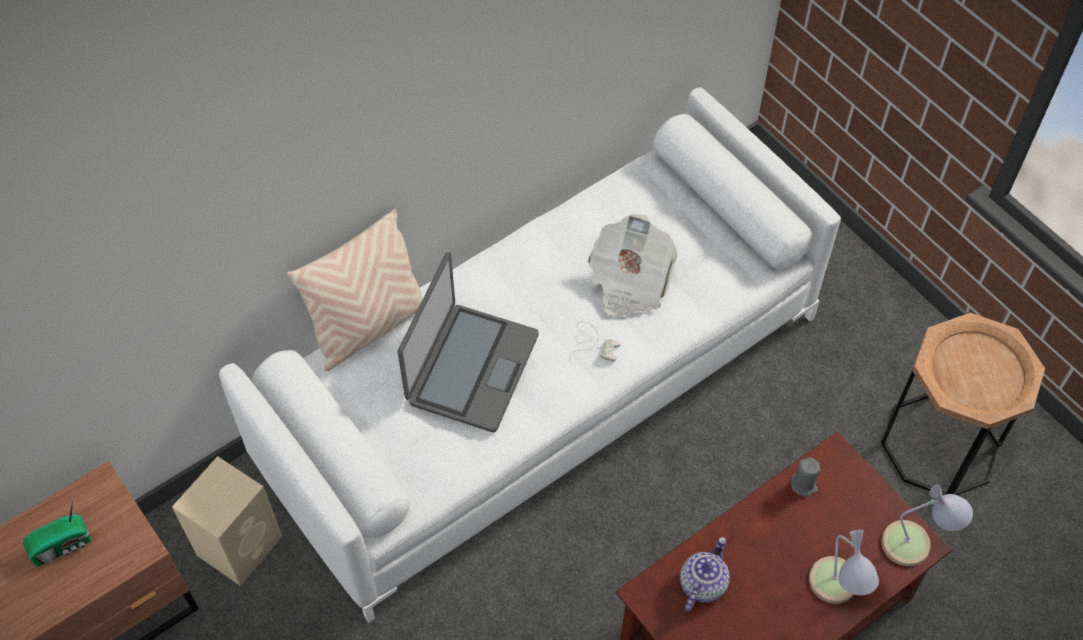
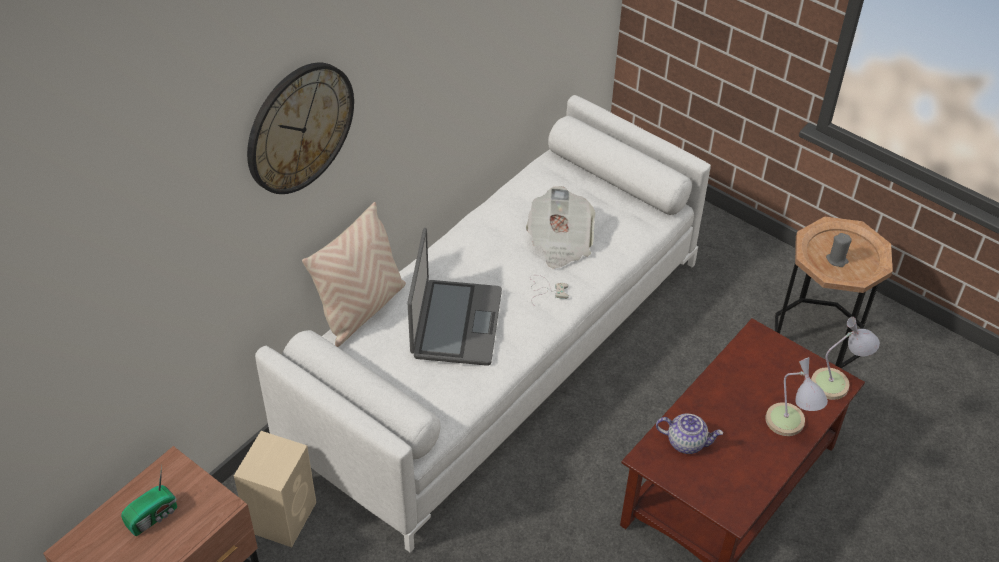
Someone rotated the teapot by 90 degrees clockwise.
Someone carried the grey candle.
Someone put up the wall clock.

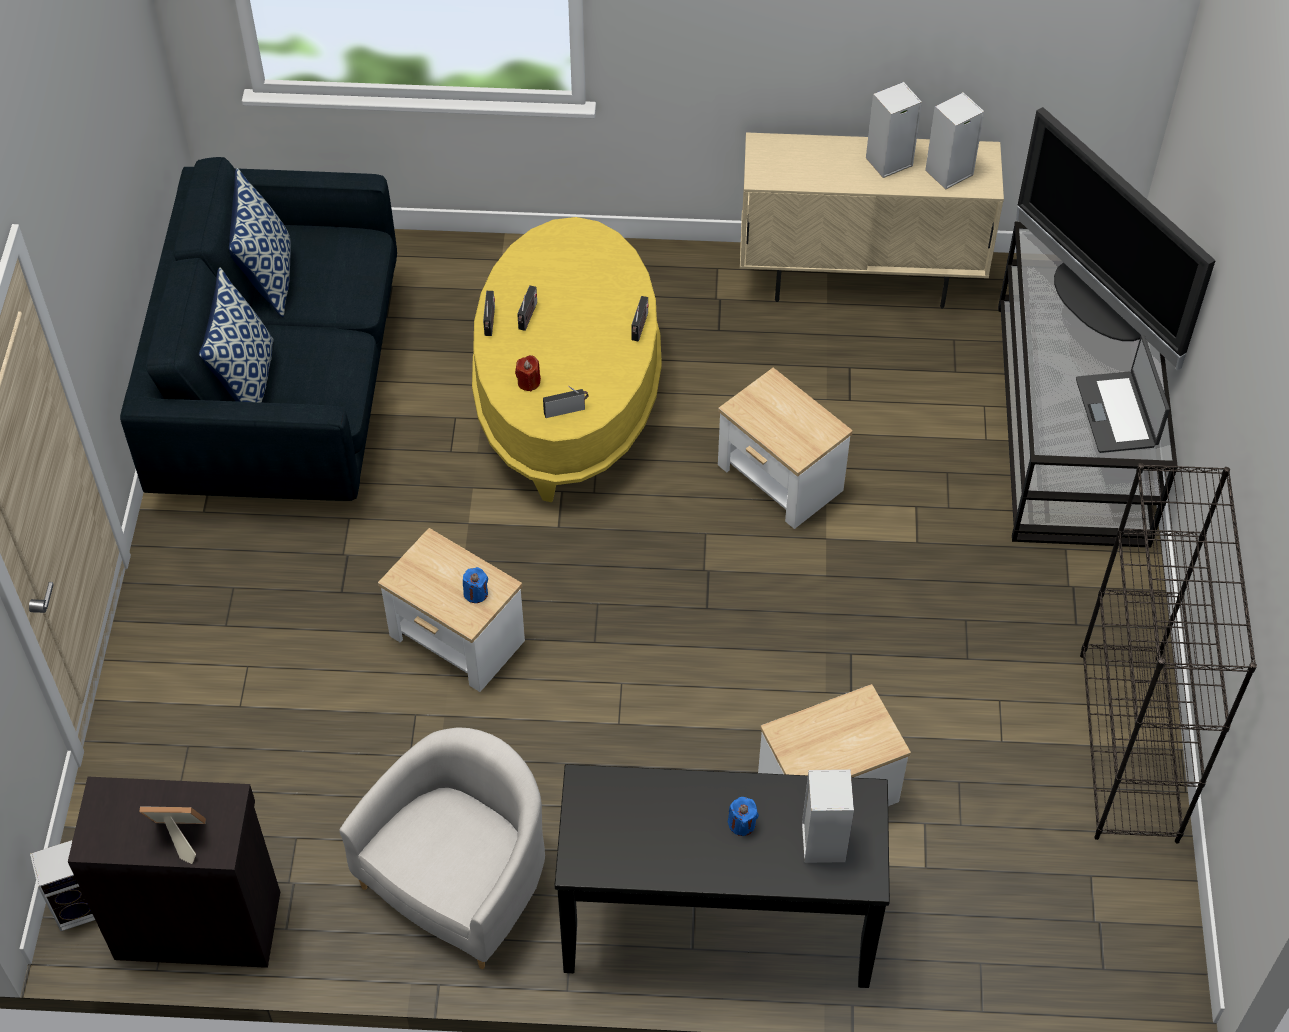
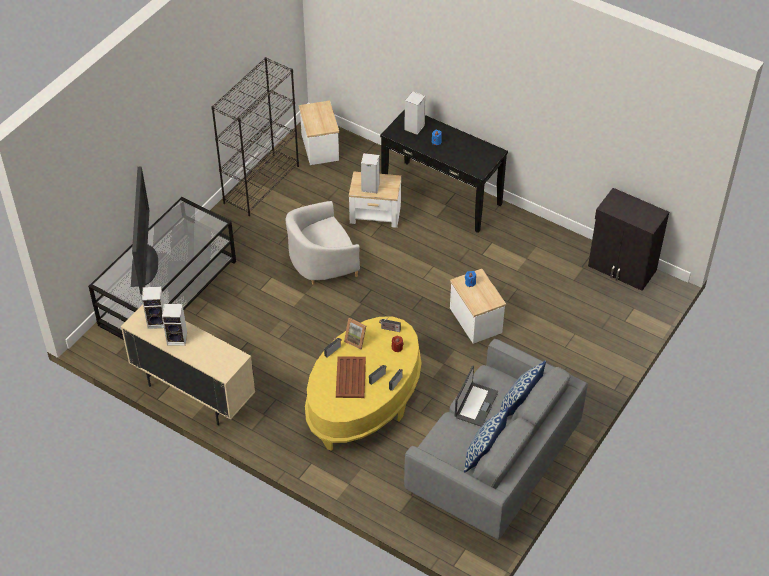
Someone carried the speaker (no. 1 from left in the first image).
Someone repainted the blue sofa, which became the grey sofa.
Someone carried the picture frame.
Someone carried the white armchair.
Someone carried the side table (no. 2 from left in the first image).
Someone carried the laptop.
Someone put down the brown tray.

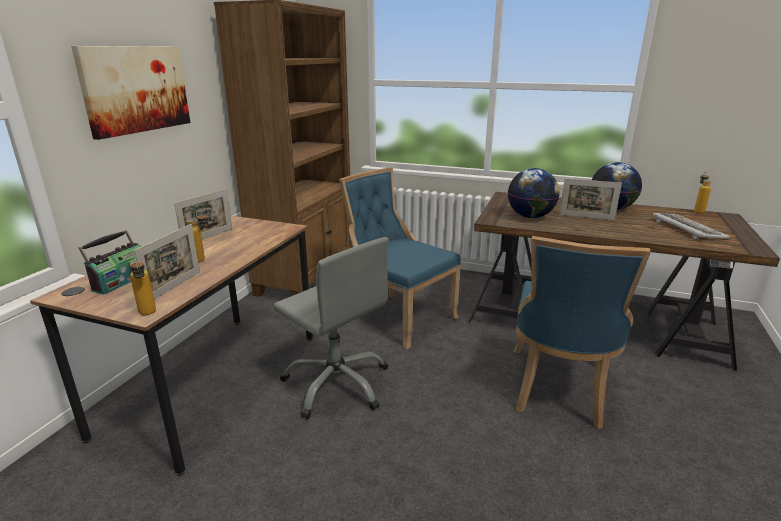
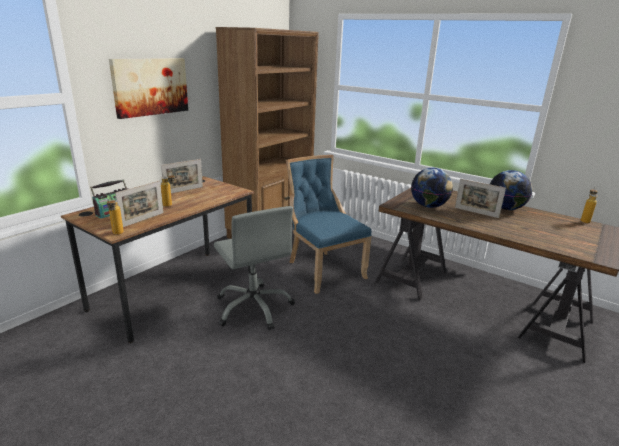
Someone took away the blue chair (no. 2 from left).
Someone took away the keyboard.

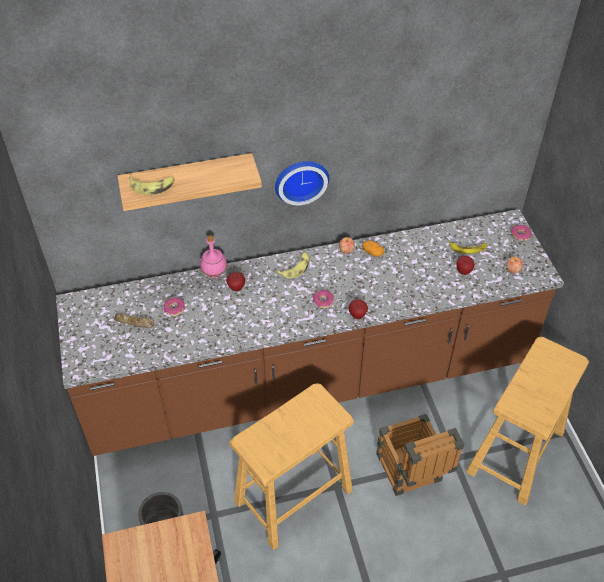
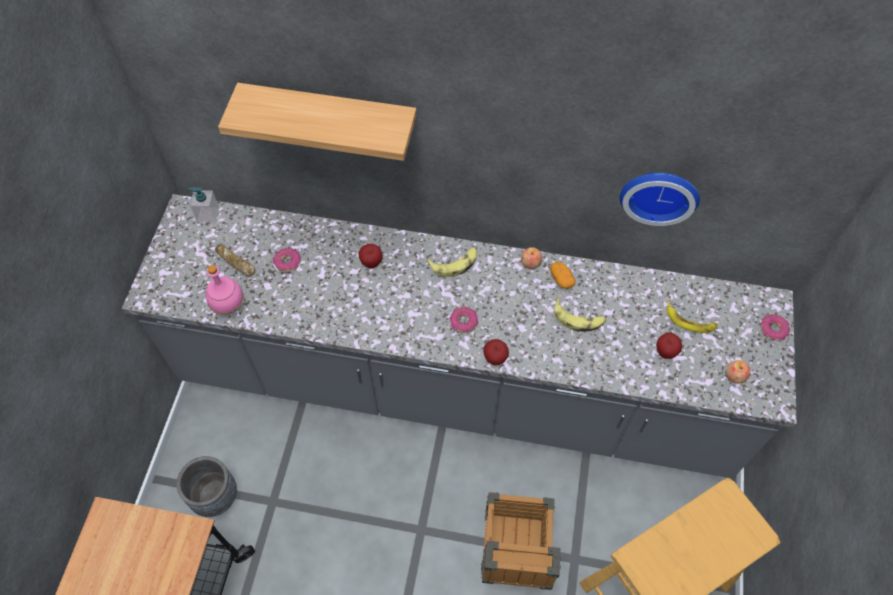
Someone repainted the brown counter, which became the grey counter.
Someone carried the banana (no. 1 from left in the first image).
Someone carried the pink bottle.
Someone took away the beige stool (no. 1 from left).
Someone carried the wall clock.
Someone put down the soap dispenser.

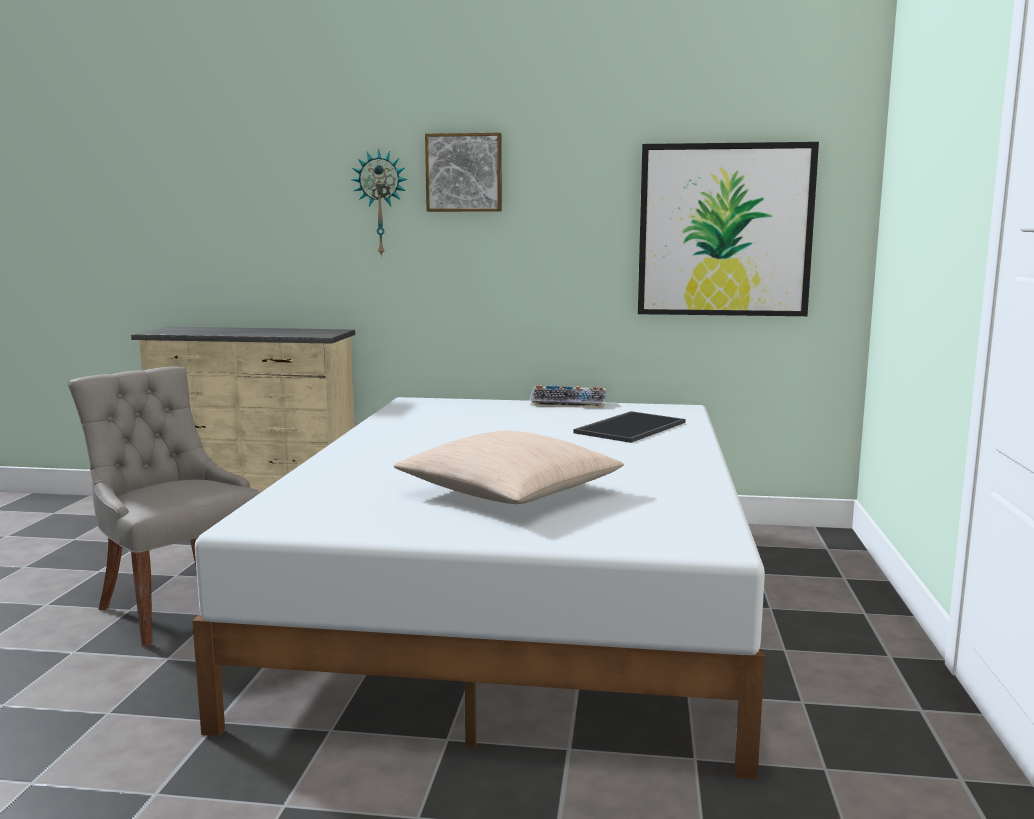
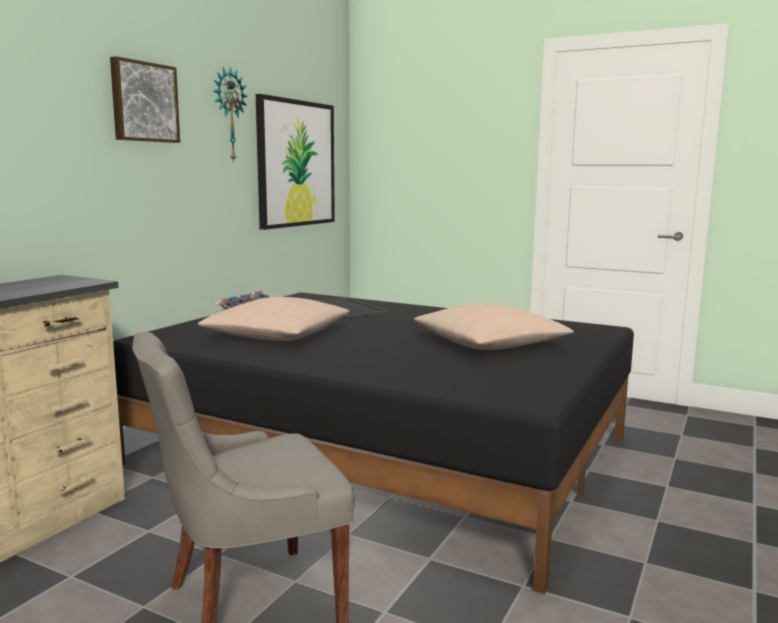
Someone repainted the white bed, which became the black bed.
Someone carried the wall clock.
Someone put down the beige pillow (no. 1 from left).

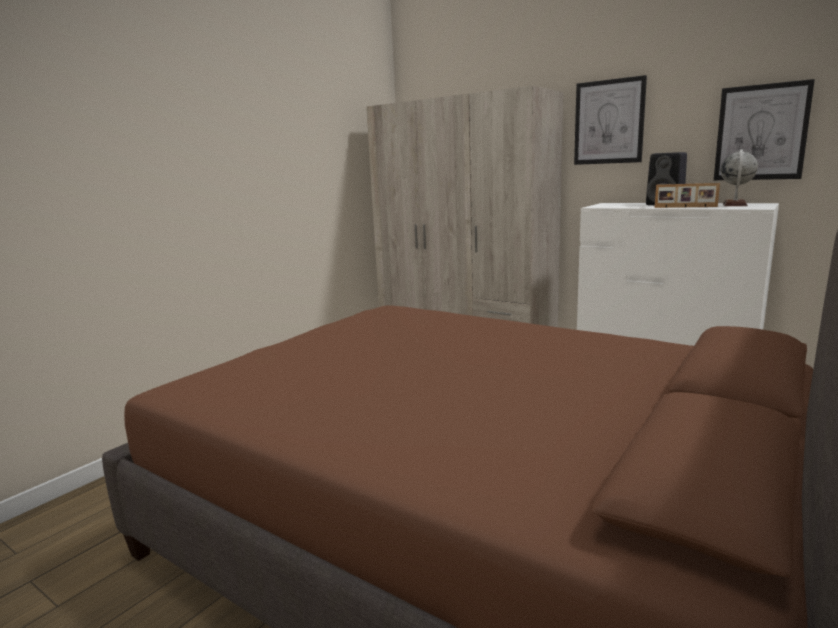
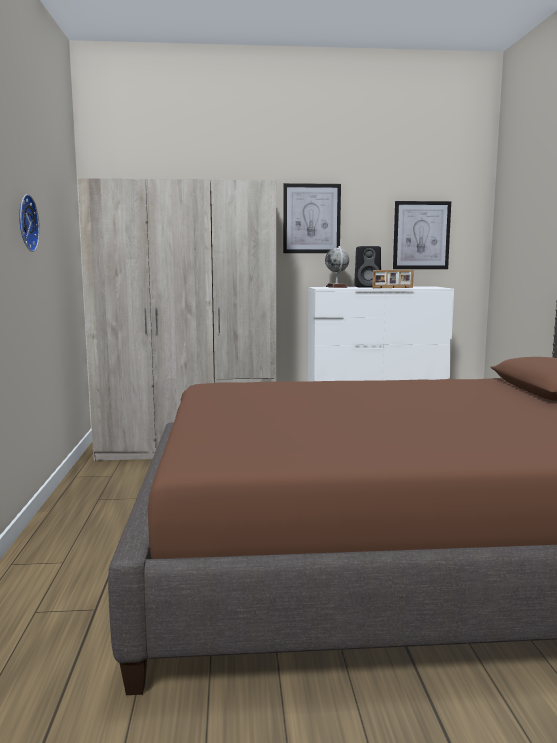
Someone carried the globe.
Someone put up the wall clock.

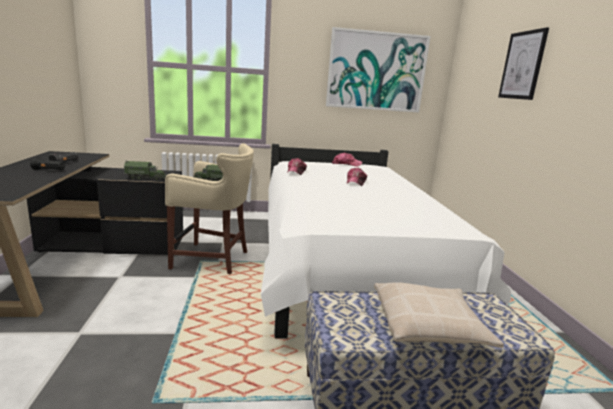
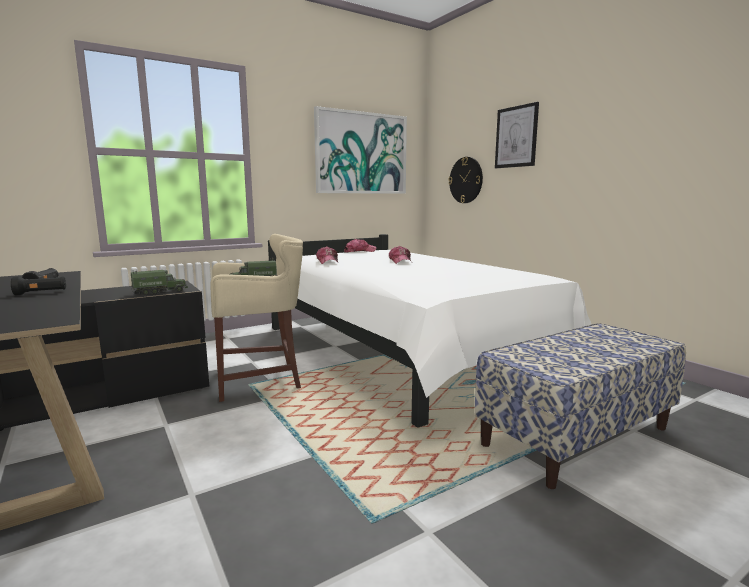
Someone took away the beige pillow.
Someone put up the wall clock.

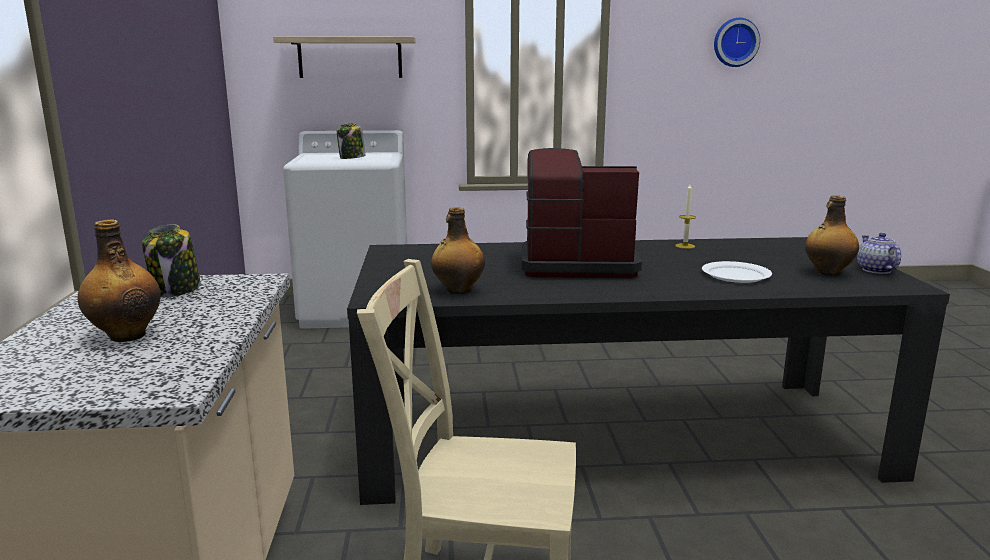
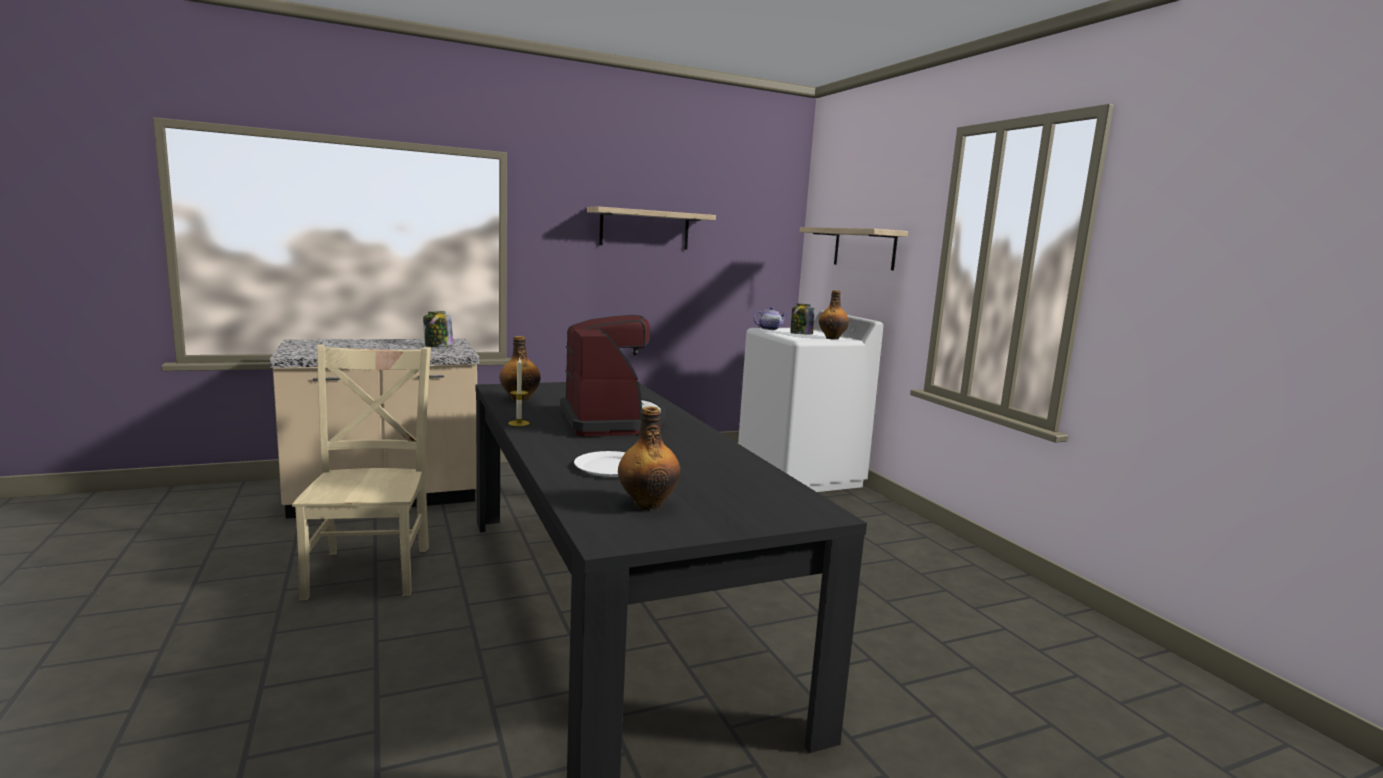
Someone carried the bottle (no. 1 from left in the first image).
Someone carried the candle.
Someone took away the wall clock.
Someone carried the teapot.
Someone put up the shelf (no. 1 from left).

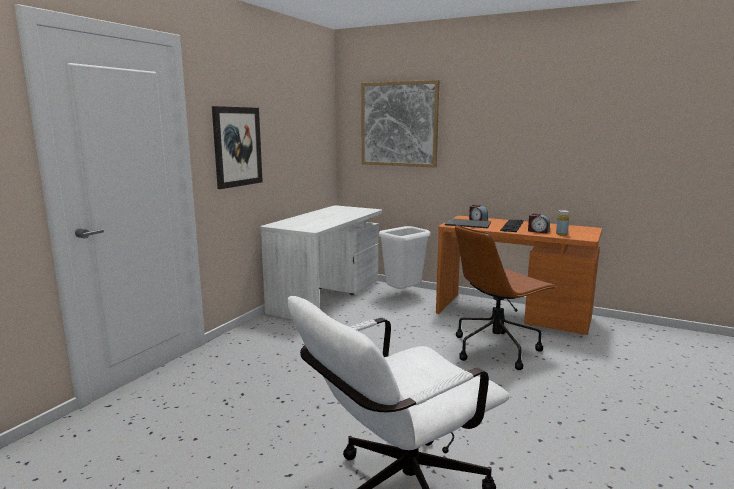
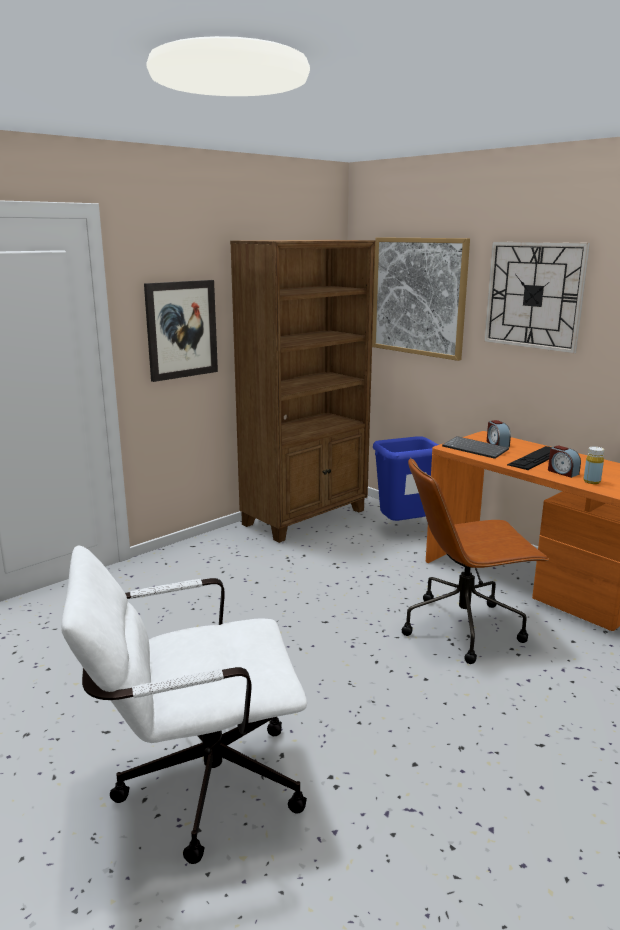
Someone swapped the white desk for the brown bookcase.
Someone repainted the white trash can, which became the blue trash can.
Someone put up the wall clock.

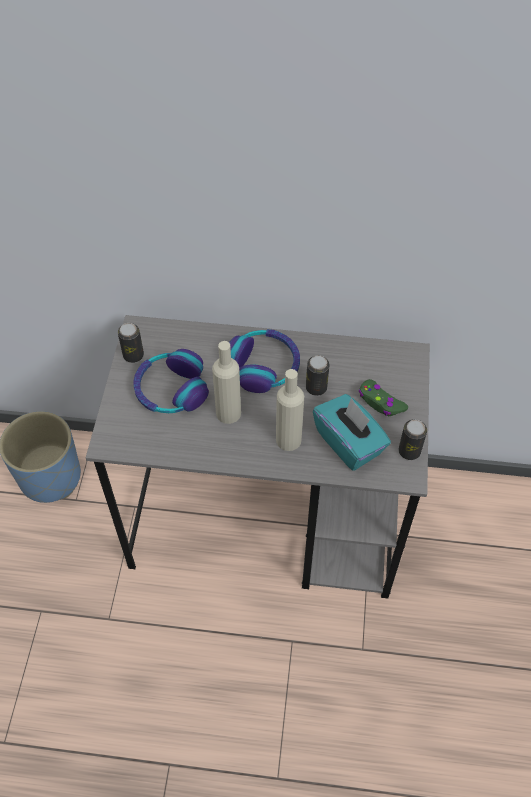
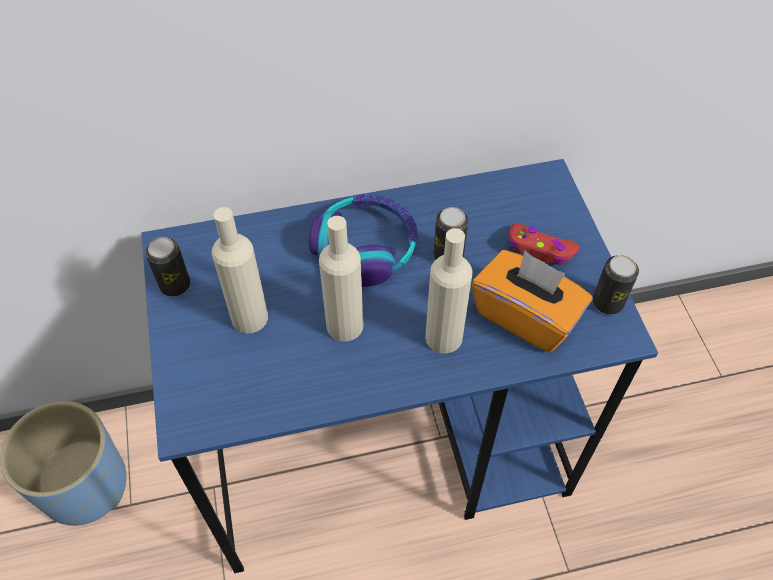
Someone repainted the grey desk, which became the blue desk.
Someone swapped the headphones (no. 1 from left) for the beige bottle (no. 1 from left).
Someone repainted the turquoise tissue box, which became the orange tissue box.
Someone repainted the green game controller, which became the red game controller.

